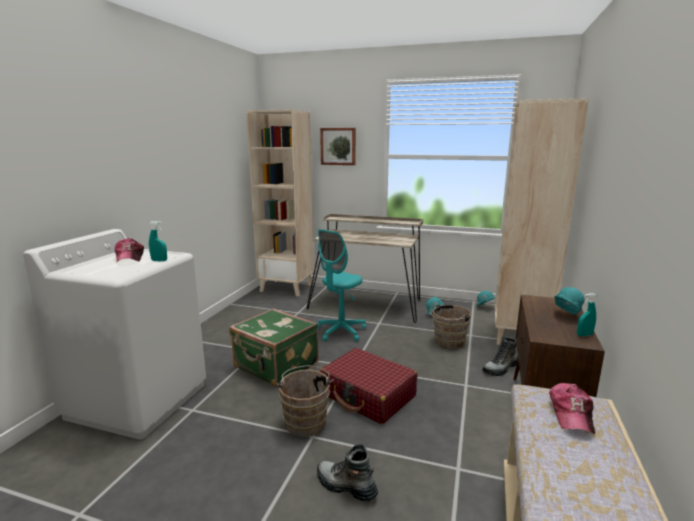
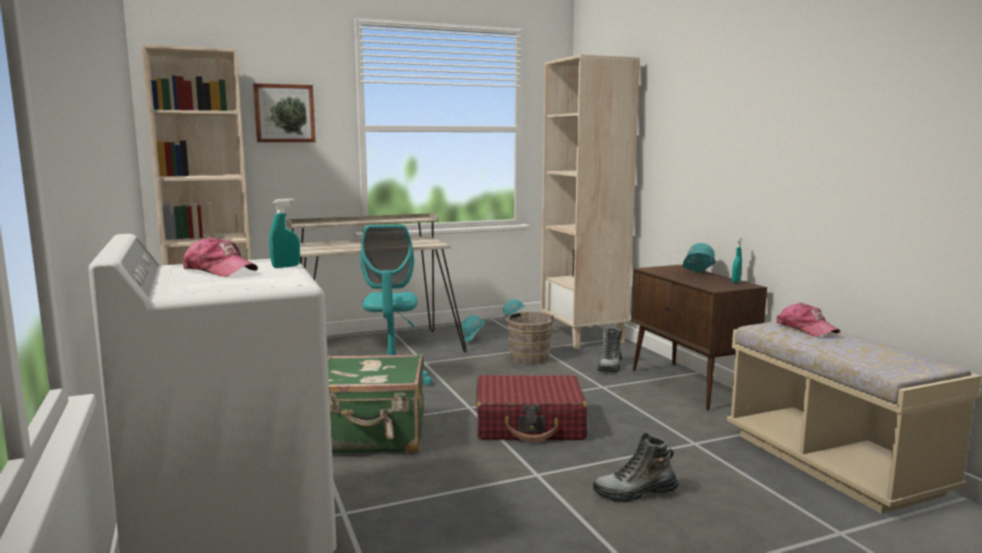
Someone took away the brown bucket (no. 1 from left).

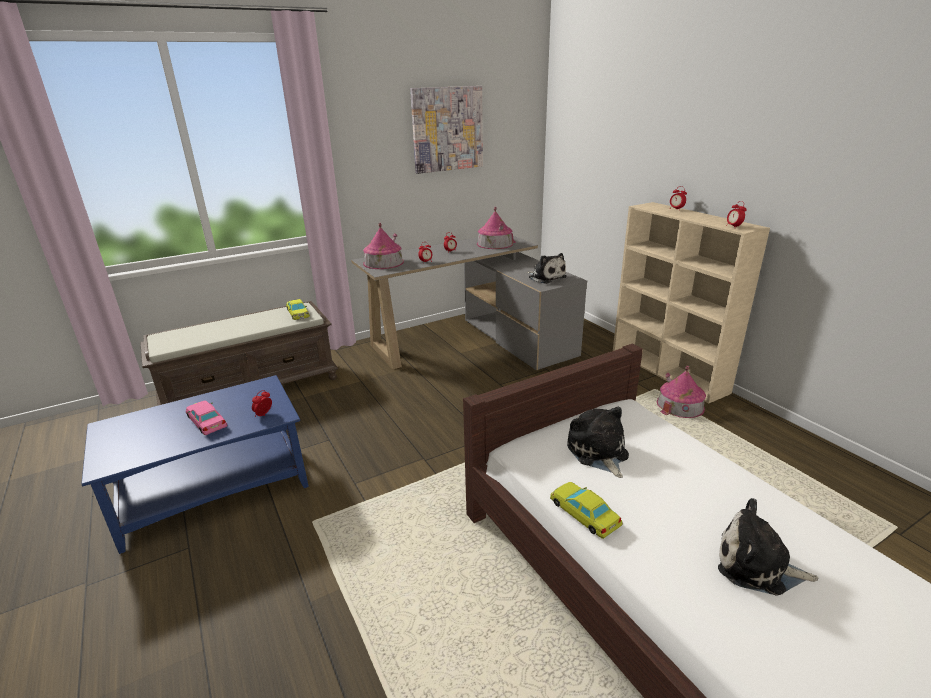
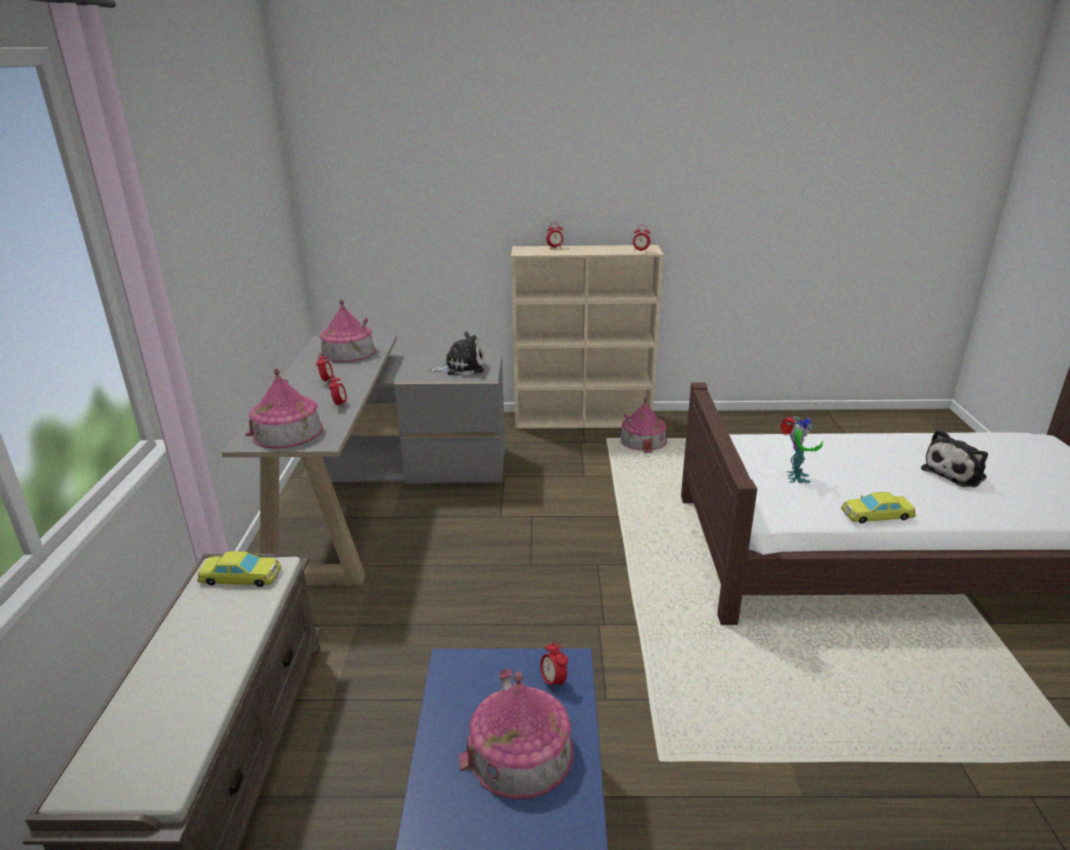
Someone swapped the pink toy car for the toy house (no. 3 from left).
Someone took away the picture.
Someone swapped the plush toy (no. 2 from left) for the toy robot.

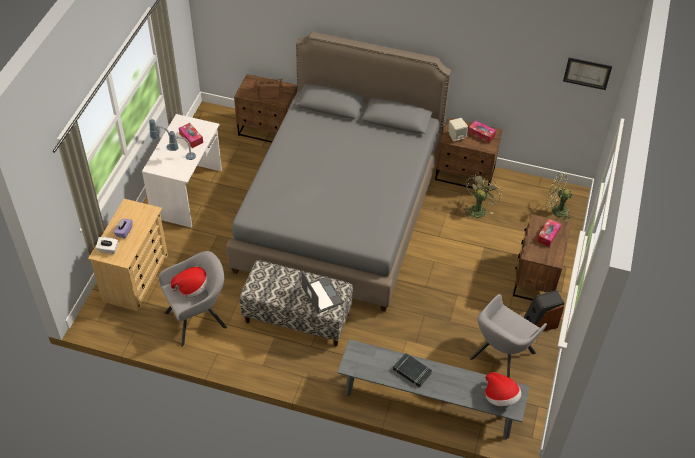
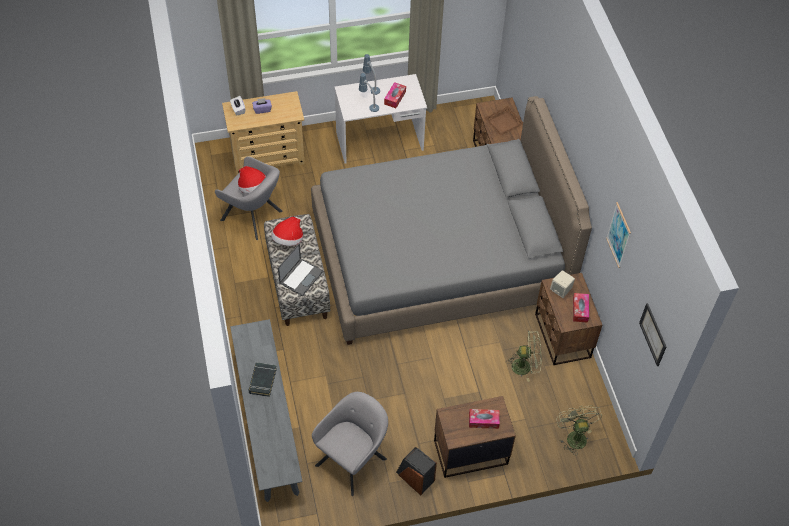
Someone rotated the grey armchair (no. 2 from left) by 120 degrees clockwise.
Someone carried the hat (no. 2 from left).
Someone put up the picture (no. 1 from left).

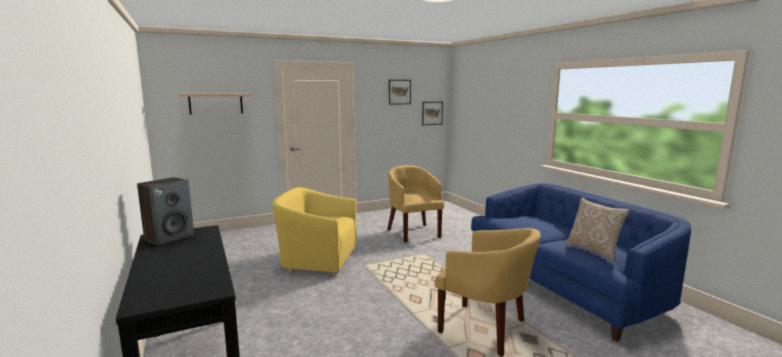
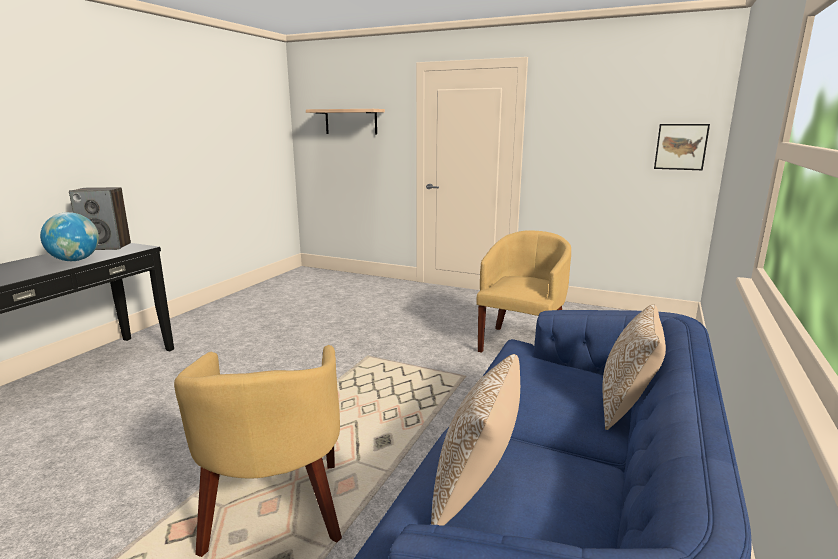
Someone took away the yellow armchair (no. 1 from left).
Someone took away the picture (no. 1 from left).
Someone put down the globe.
Someone put down the pillow (no. 2 from left).

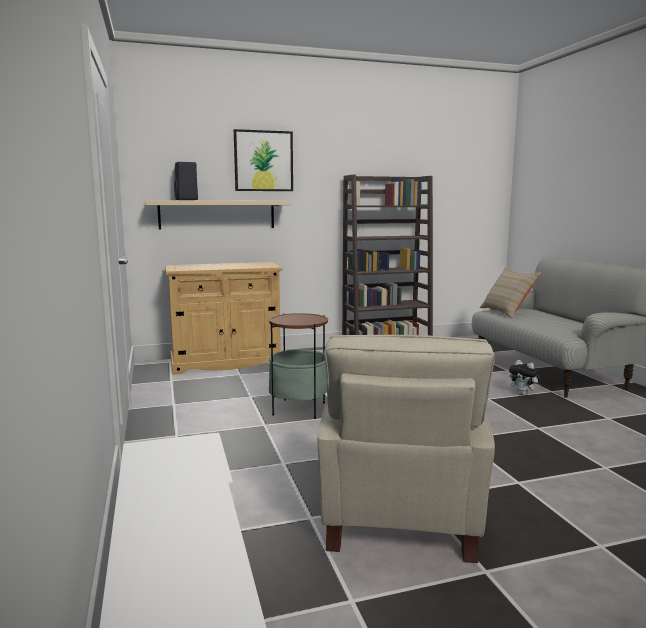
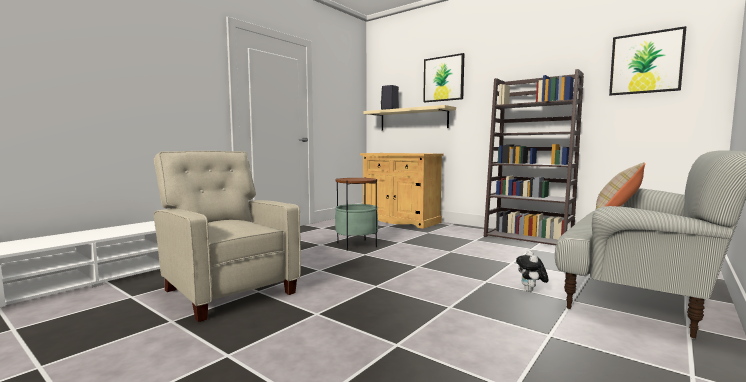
Someone rotated the beige armchair by 75 degrees clockwise.
Someone put up the picture (no. 2 from left).

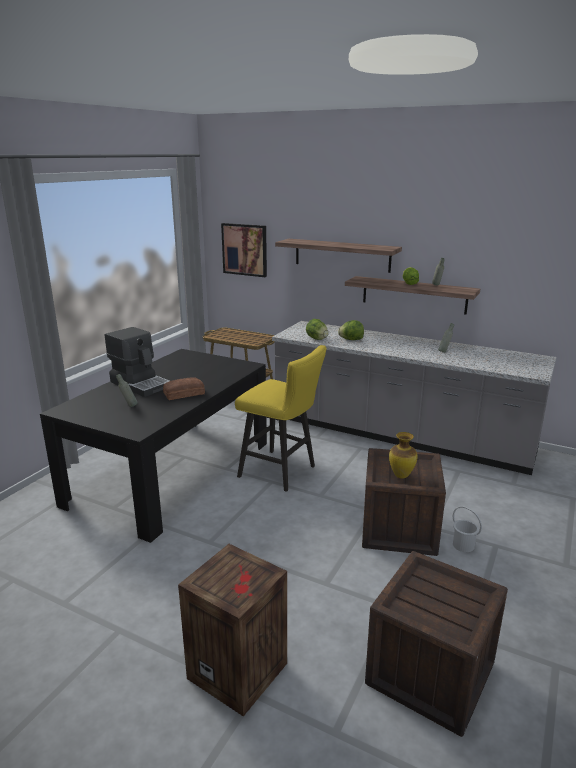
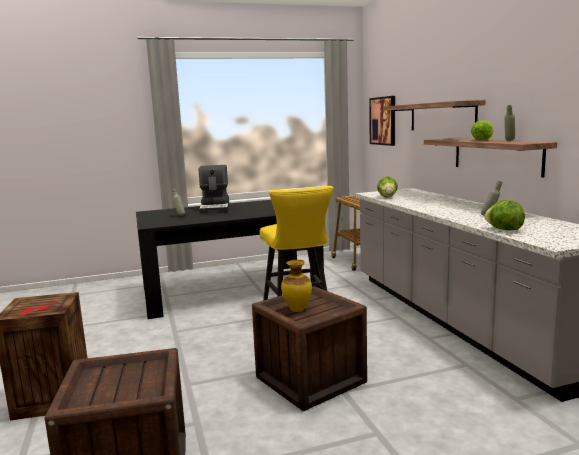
Someone took away the bread.
Someone carried the lettuce (no. 2 from left in the first image).
Someone took away the white bucket.

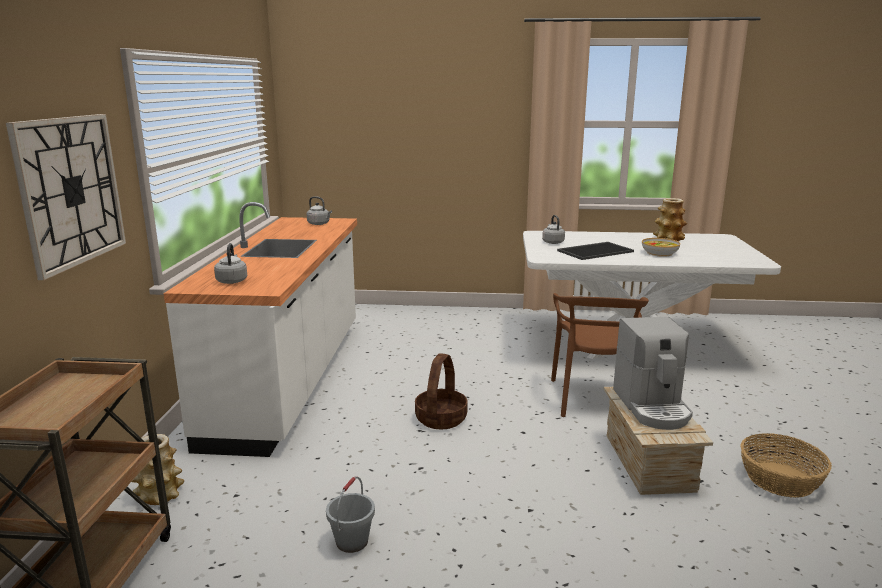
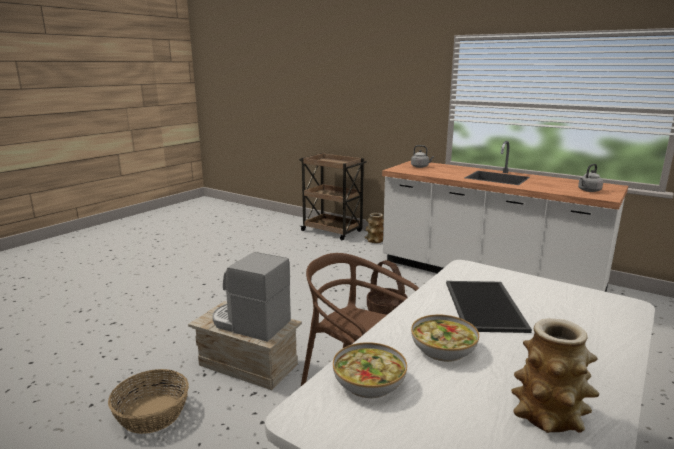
Someone took away the wall clock.
Someone took away the grey bucket.
Someone took away the grey kettle (no. 3 from left).
Someone put down the bowl (no. 1 from left).

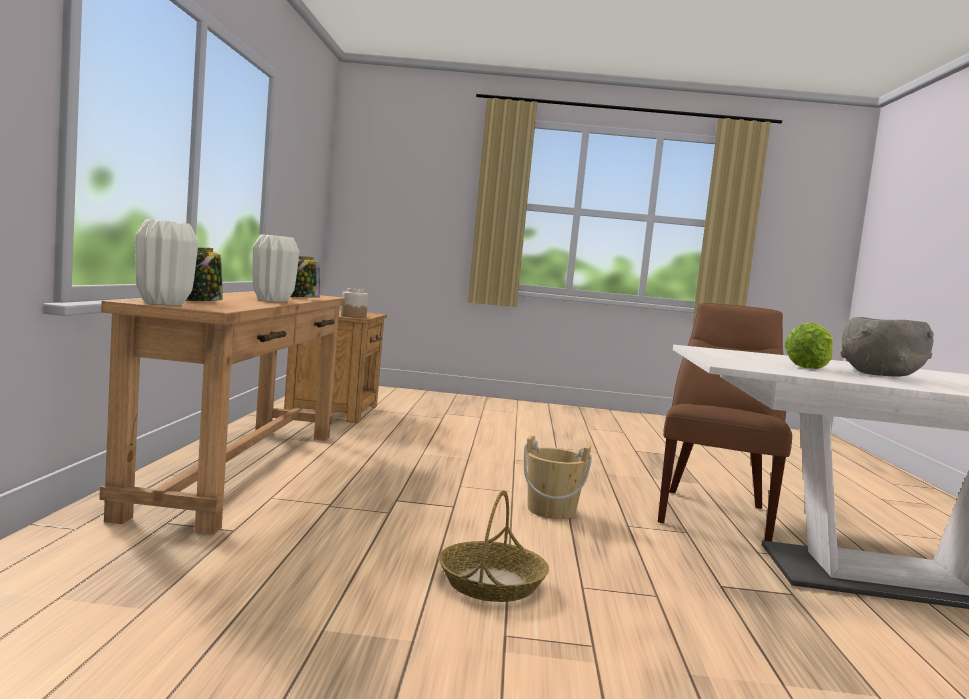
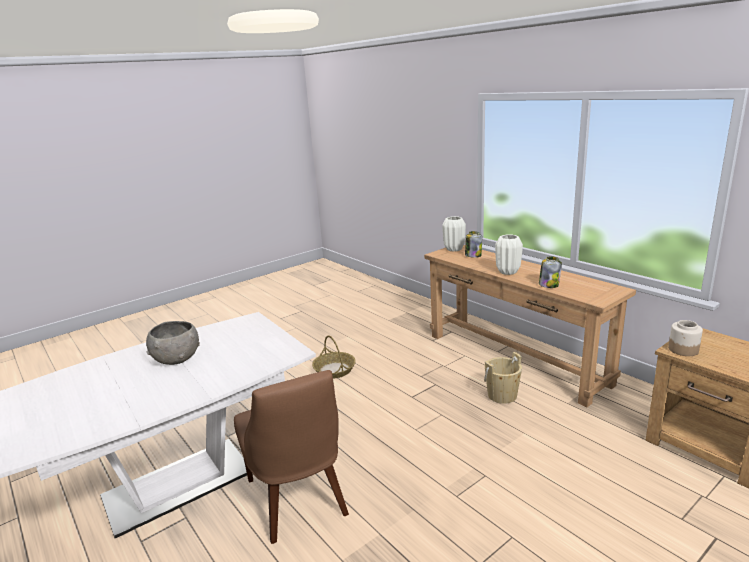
Someone carried the beige bucket.
Someone took away the lettuce.

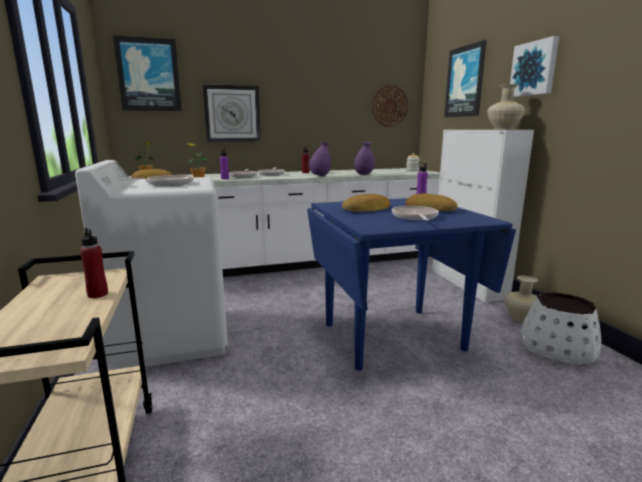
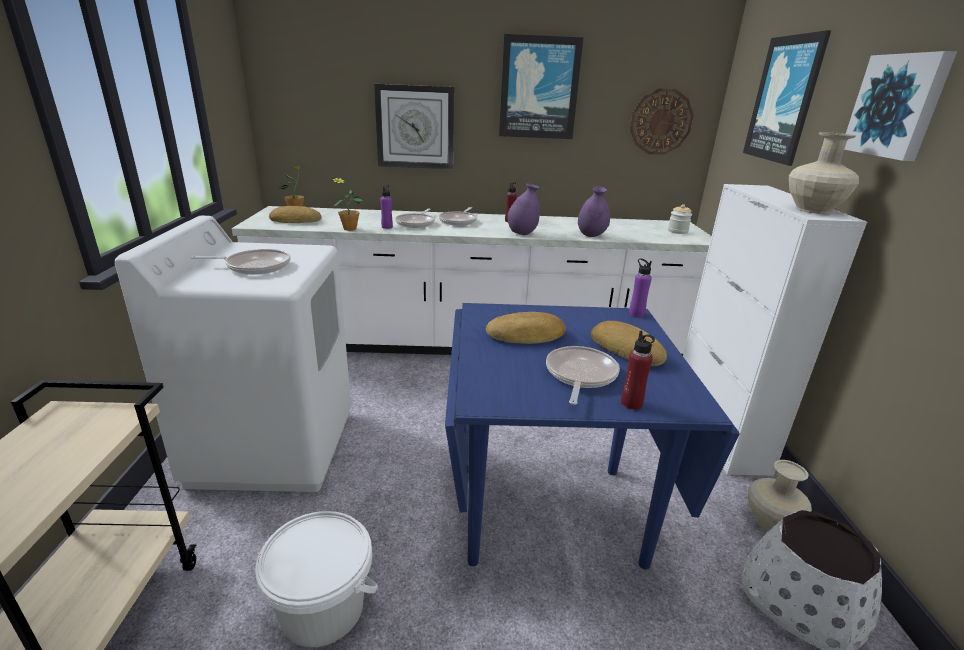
Someone carried the red bottle (no. 1 from left in the first image).
Someone carried the picture (no. 1 from left).
Someone put down the white bucket.

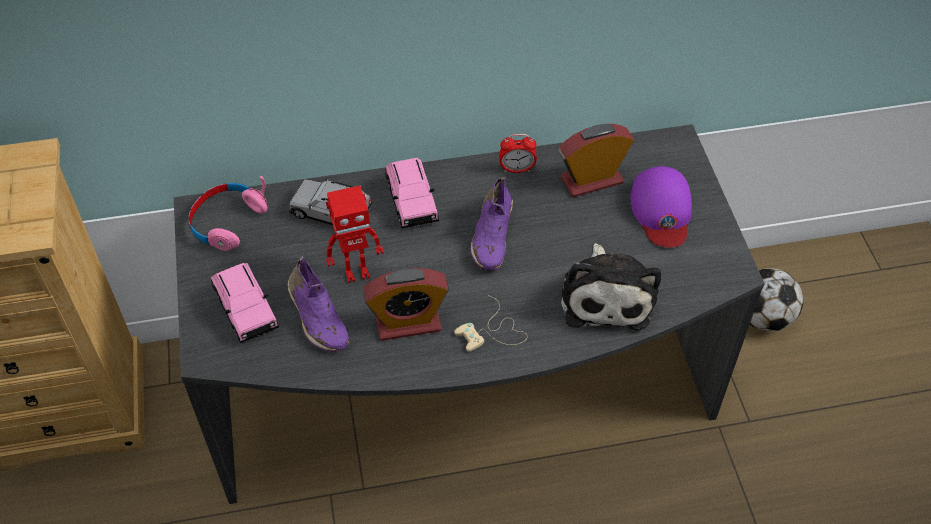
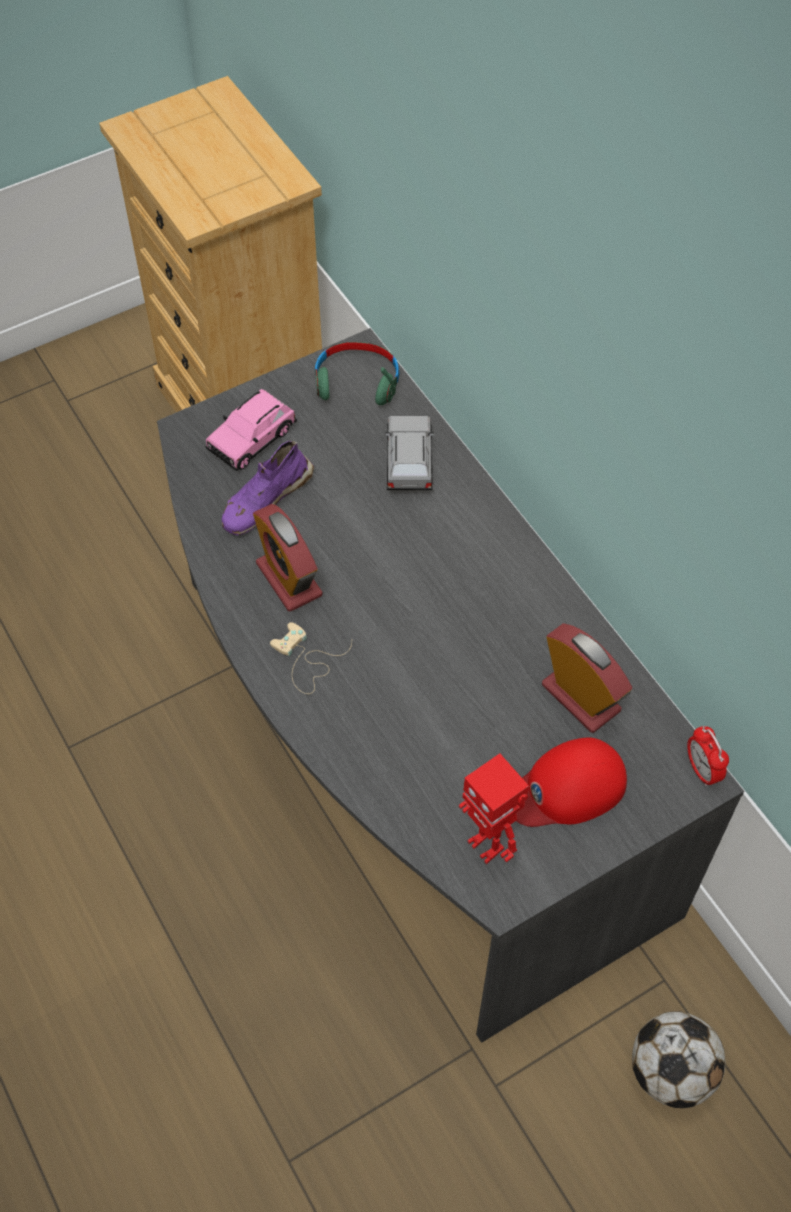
Someone repainted the pink headphones, which became the green headphones.
Someone carried the toy robot.
Someone took away the pink toy car (no. 2 from left).
Someone took away the purple shoe (no. 2 from left).
Someone carried the alarm clock (no. 2 from left in the first image).
Someone took away the plush toy.
Someone repainted the purple cap, which became the red cap.

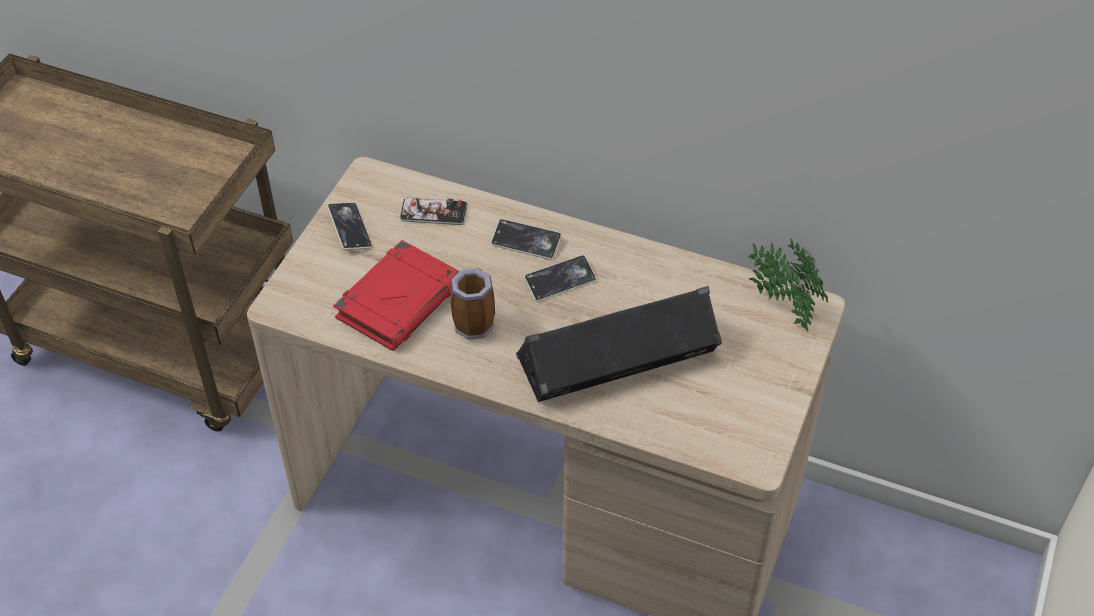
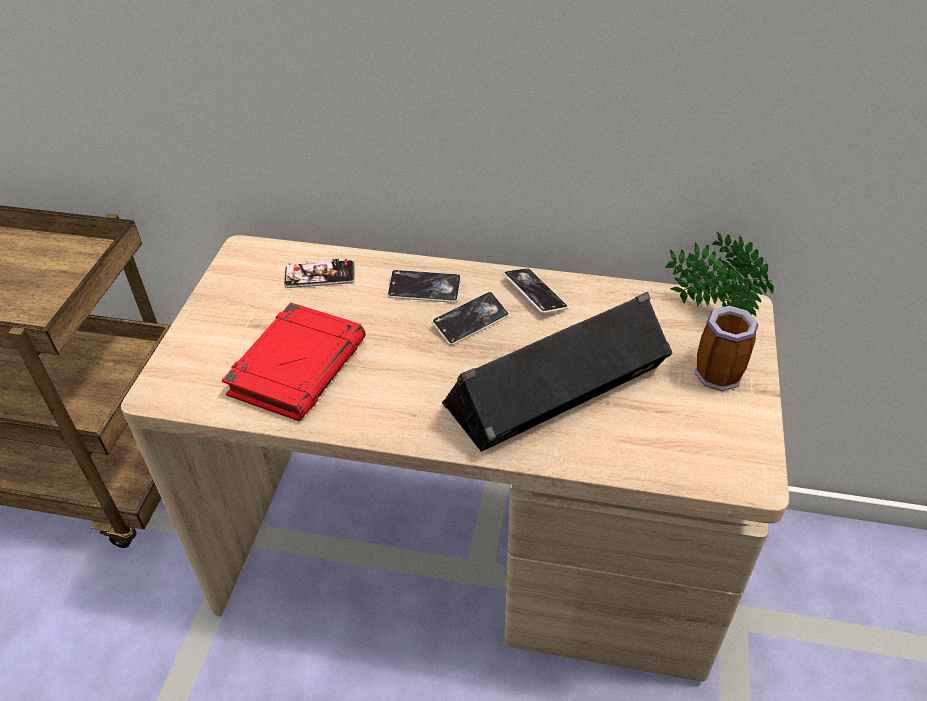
Someone carried the phone (no. 1 from left in the first image).
Someone carried the mug.

